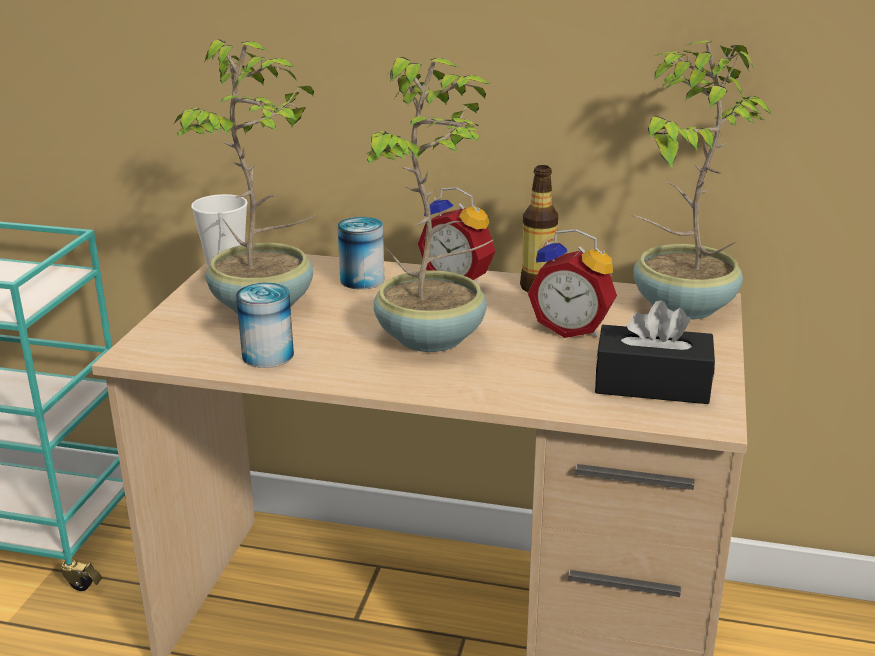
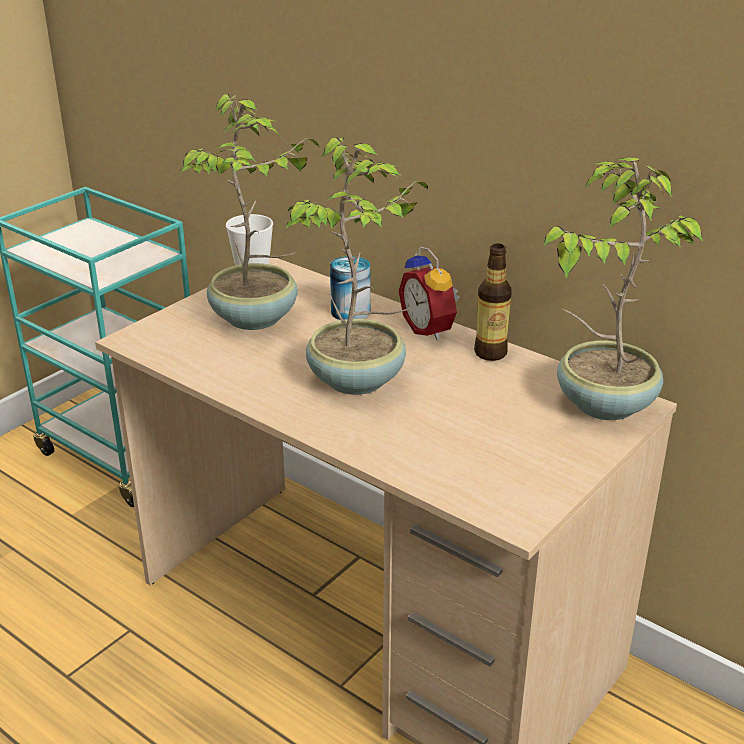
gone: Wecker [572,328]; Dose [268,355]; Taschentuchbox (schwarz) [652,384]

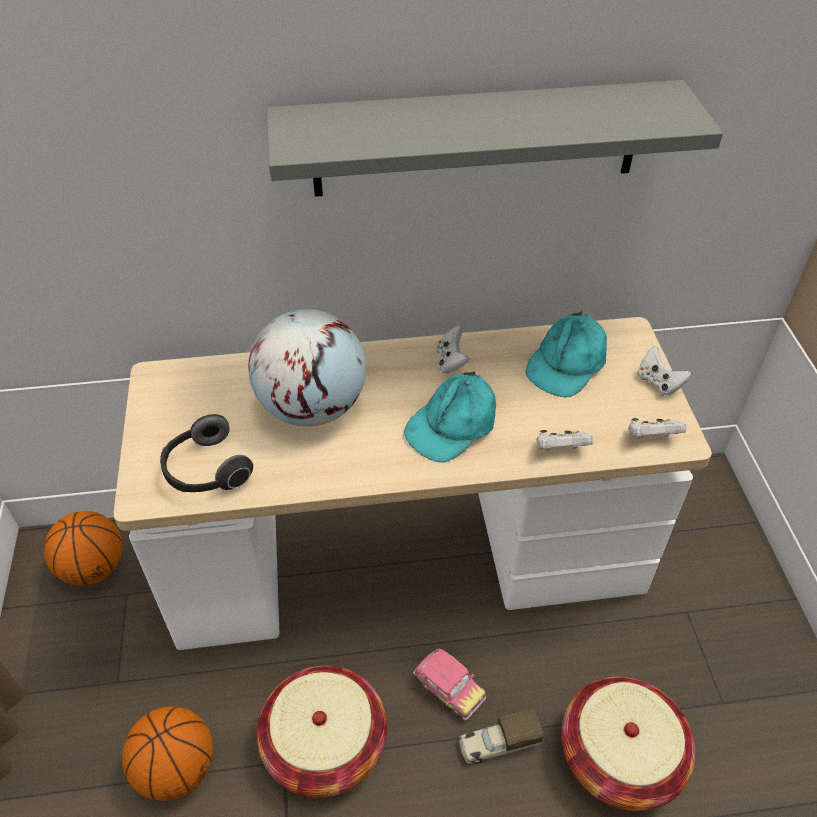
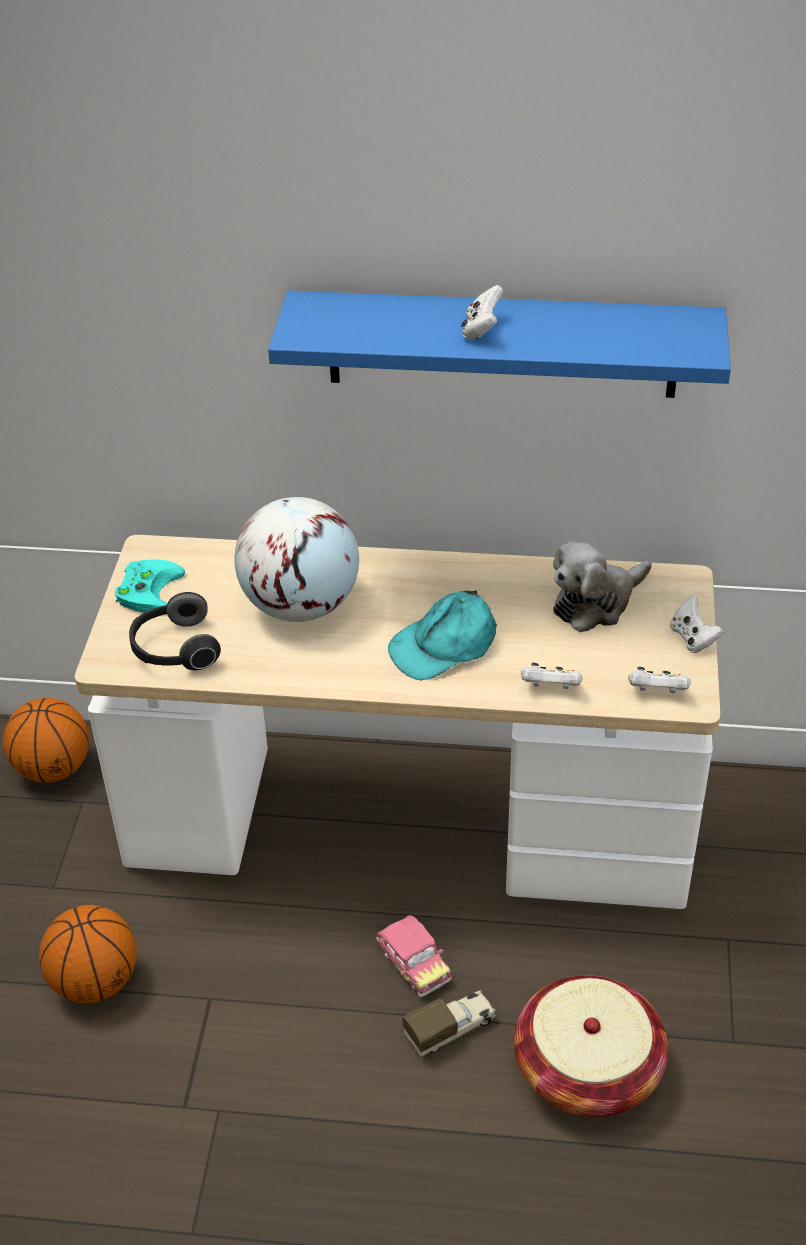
gone: Korb [325,744]
new: Gamepad (türkis) [147,589]
shifted: Gamepad (weiß) [451,361] to [481,330]
swapped: Kappe (türkis) [566,363] to Plüschtier [596,602]
repainted: Wandregal (grau) [476,139] to Wandregal (blau) [502,344]
rotated: Spielzeuglaster [498,743] = [451,1029] 150 degrees clockwise

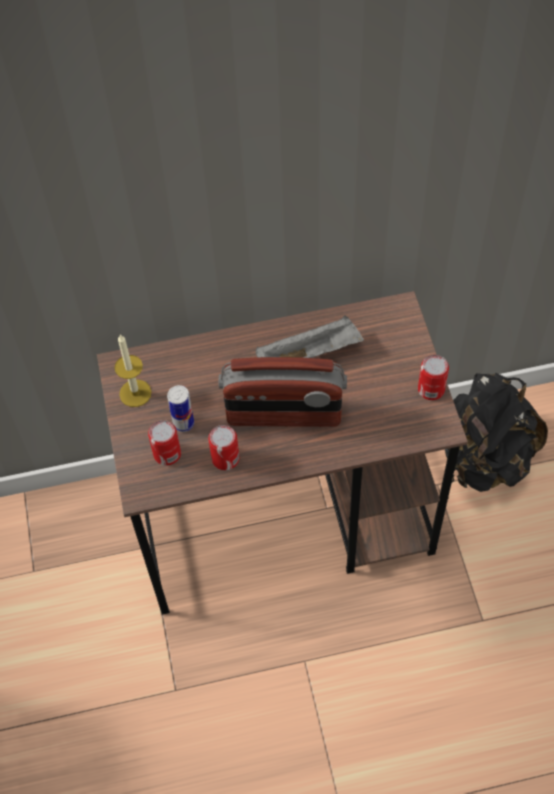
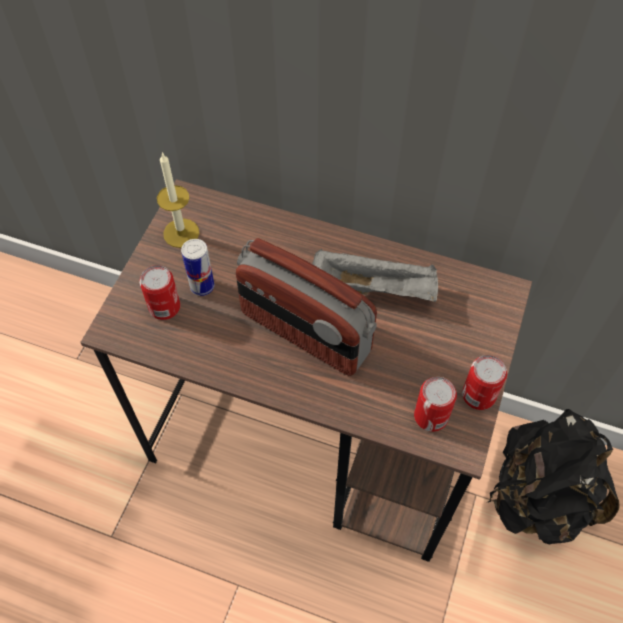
shifted: Dose [225,458] to [431,416]

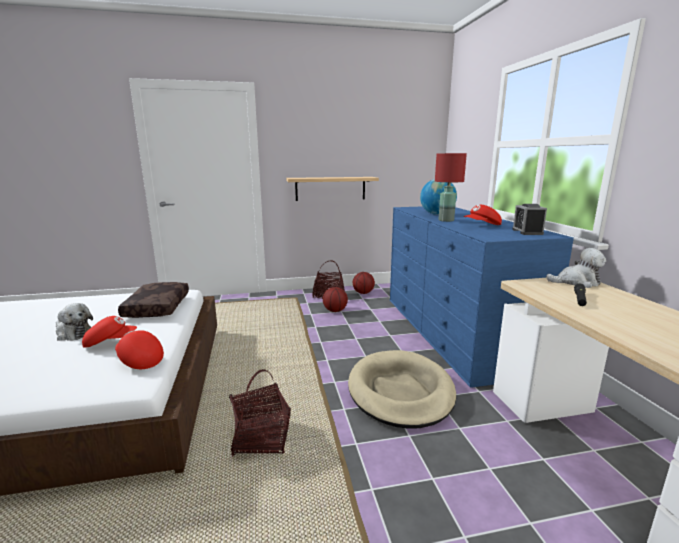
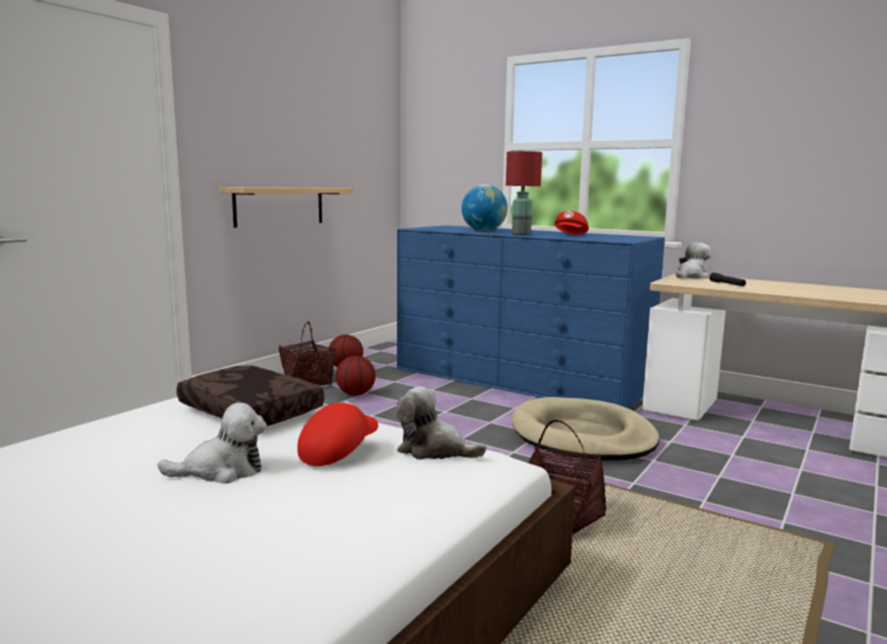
gone: Wecker [527,232]
swapped: Kappe (rot) [139,359] to Plüschtier [434,450]

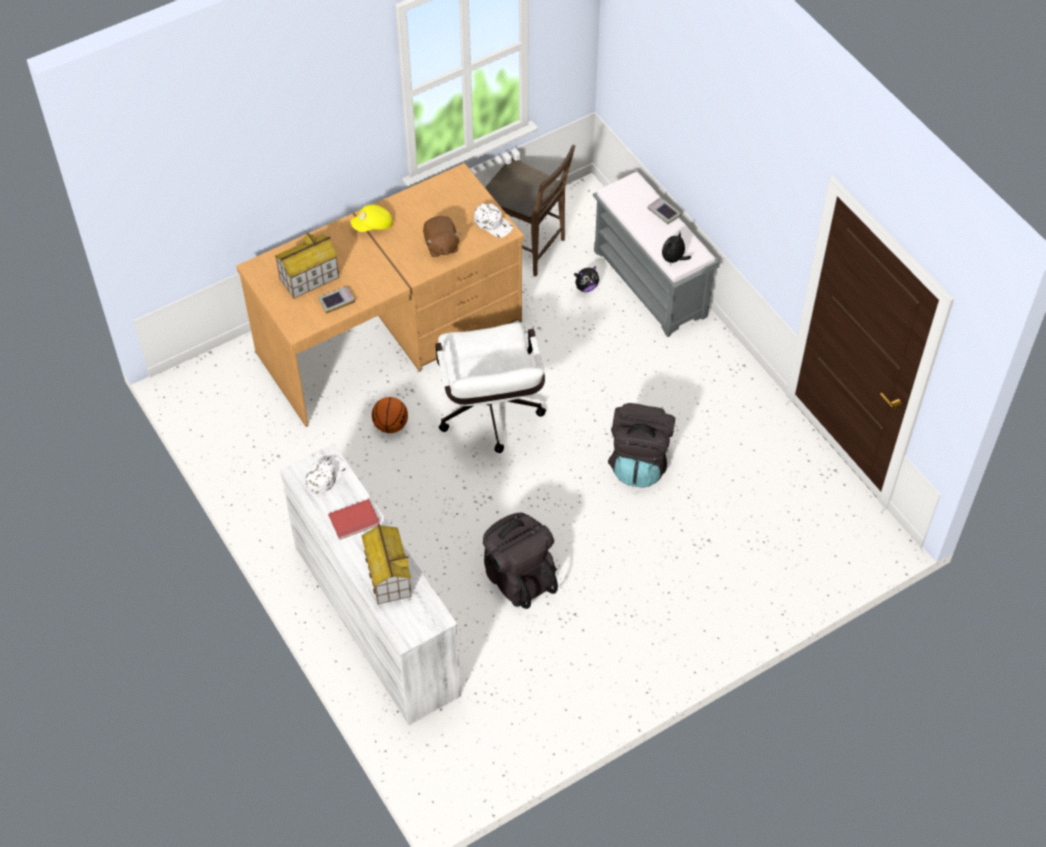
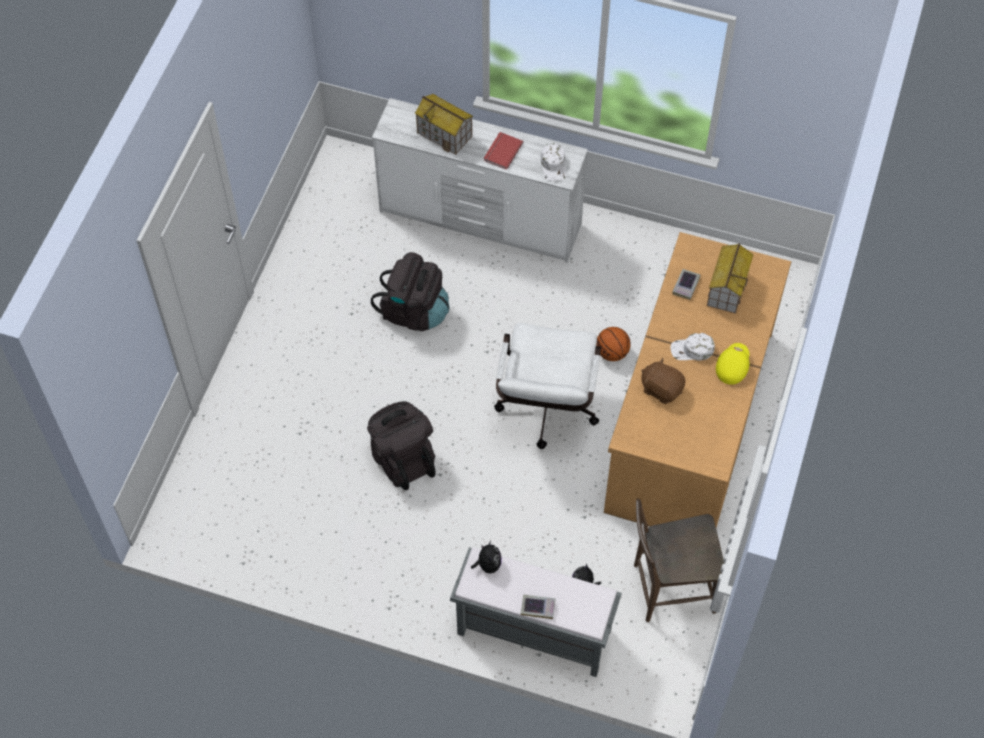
shifted: Kappe (weiß) [493,223] to [692,350]
rotated: Bürostuhl (weiß) [490,418] = [546,411] 120 degrees counterclockwise

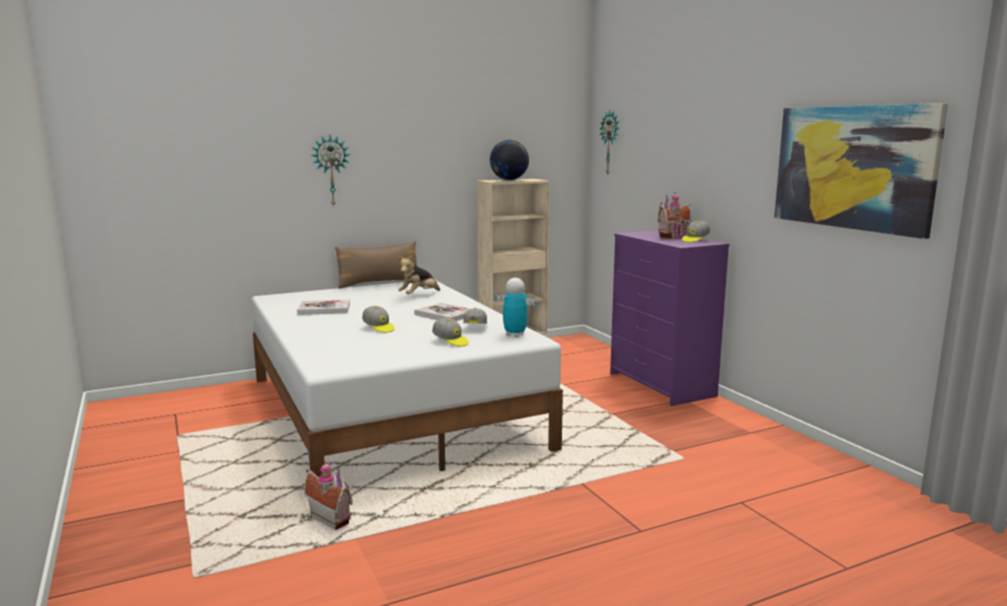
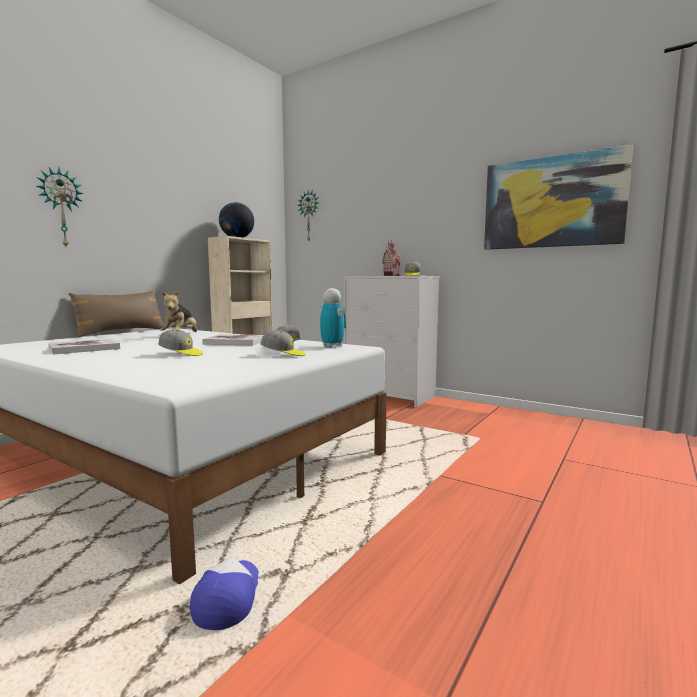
swapped: Spielzeughaus [332,519] to Kappe [228,598]
repainted: Kommode (lila) [662,385] to Kommode (weiß) [390,395]
rotated: Spielzeugroboter [515,334] = [332,346] 60 degrees clockwise

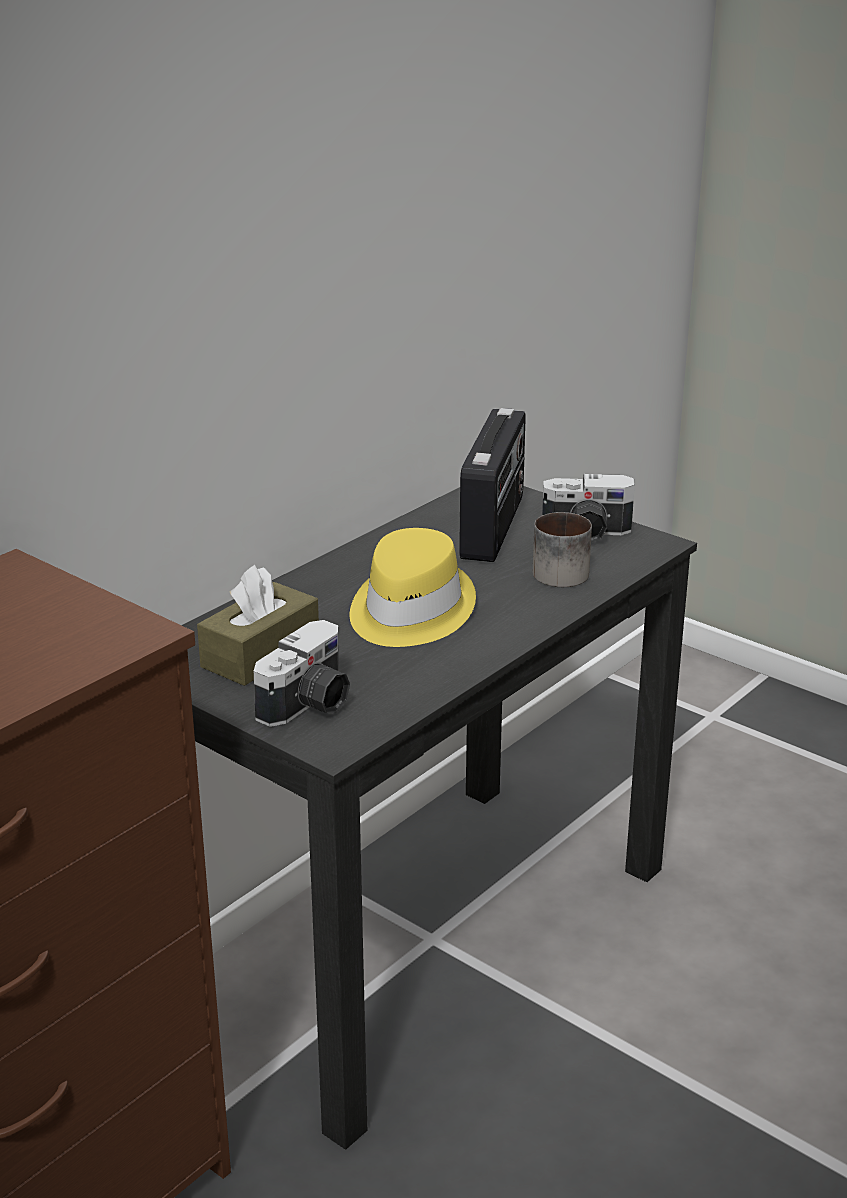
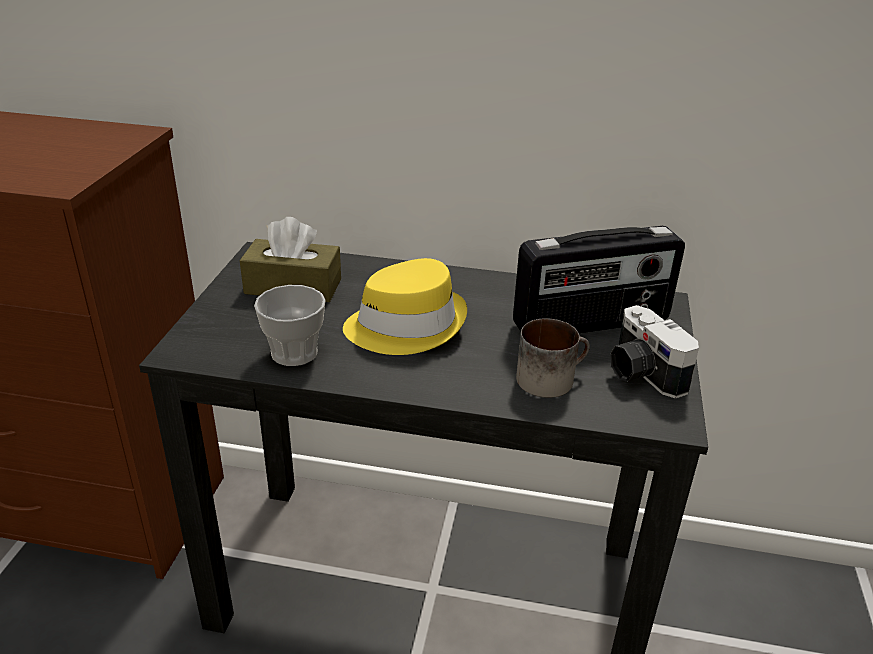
gone: Kamera [310,704]
new: Tasse [294,353]

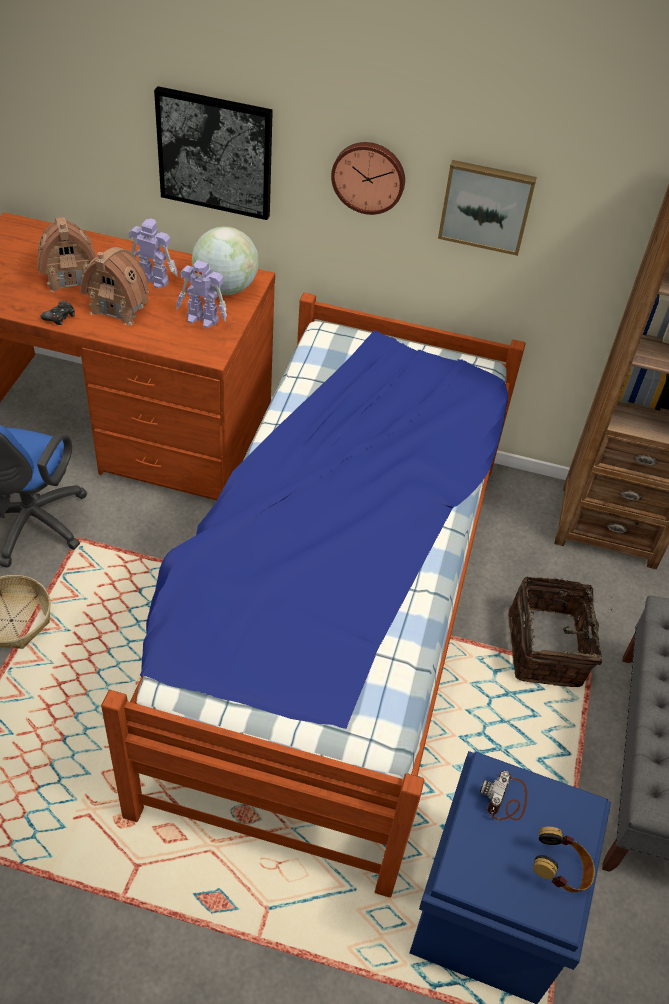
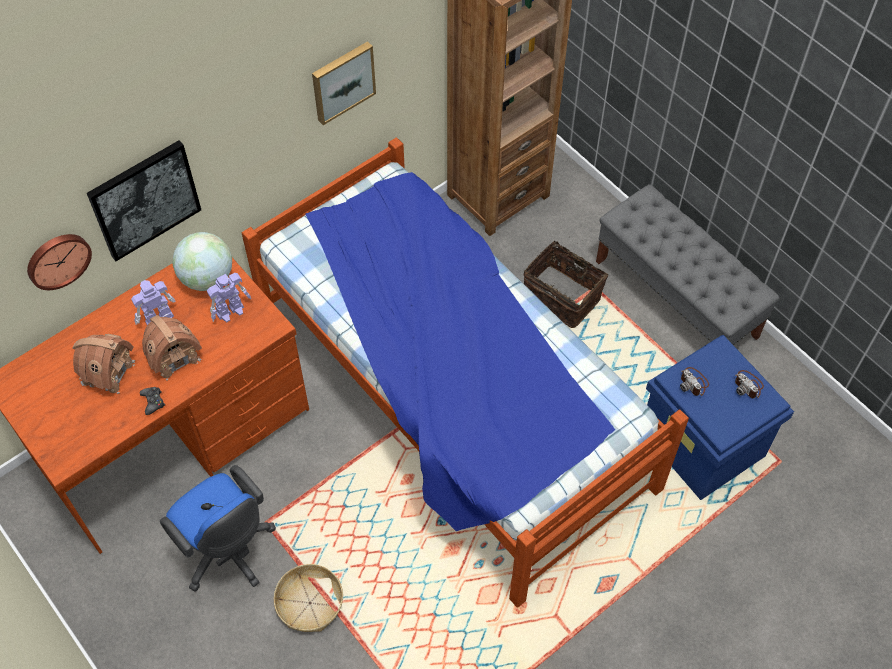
shifted: Wanduhr [369,176] to [57,259]
swapped: Kopfhörer [560,871] to Kamera [748,385]

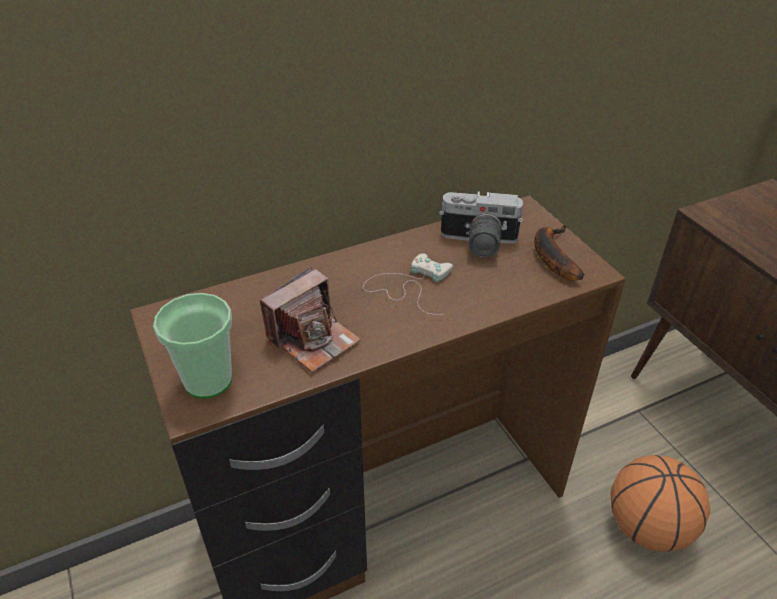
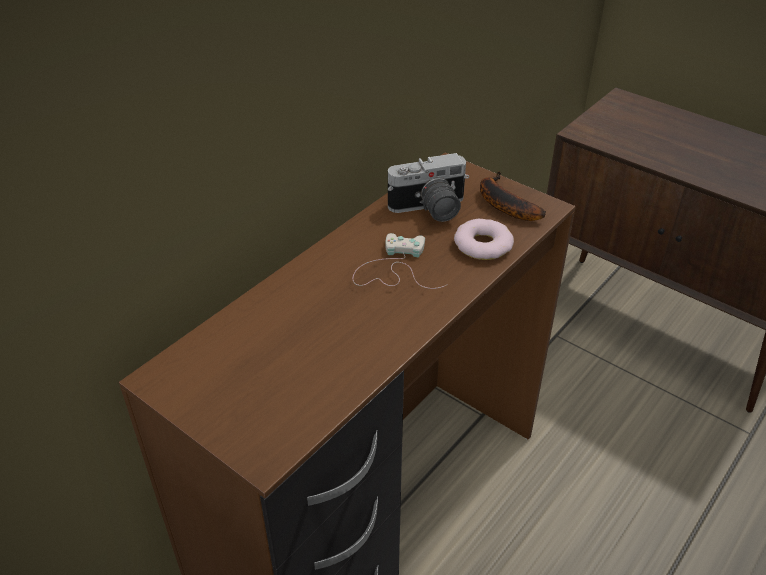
gone: Kamera [313,339]; Tasse [208,380]; Basketball [647,527]
new: Donut [482,244]

